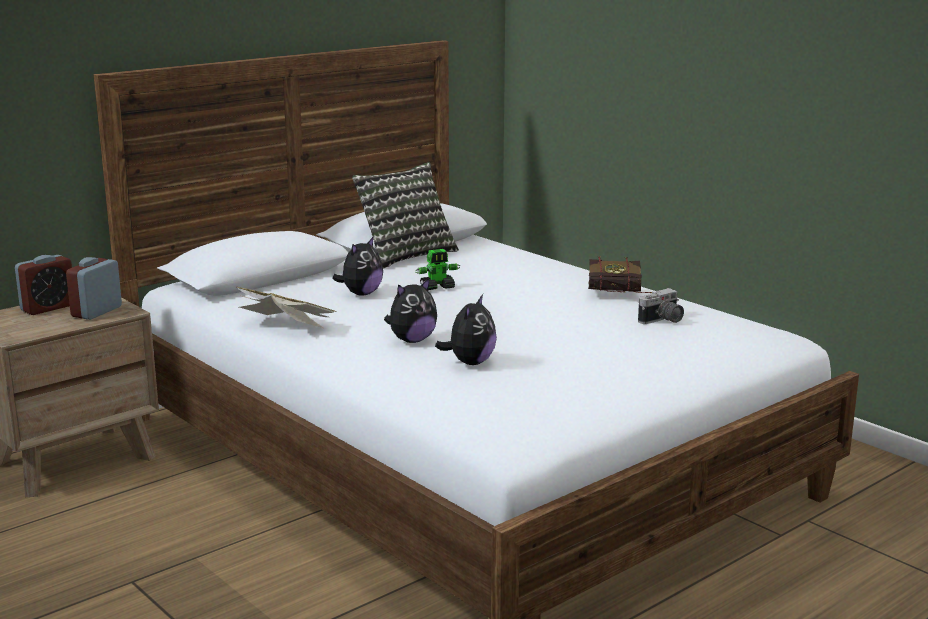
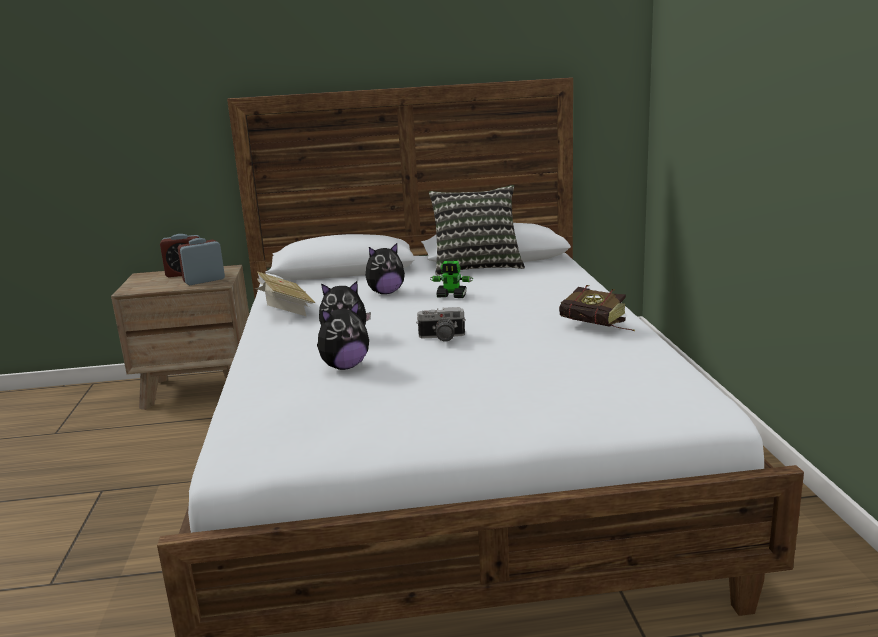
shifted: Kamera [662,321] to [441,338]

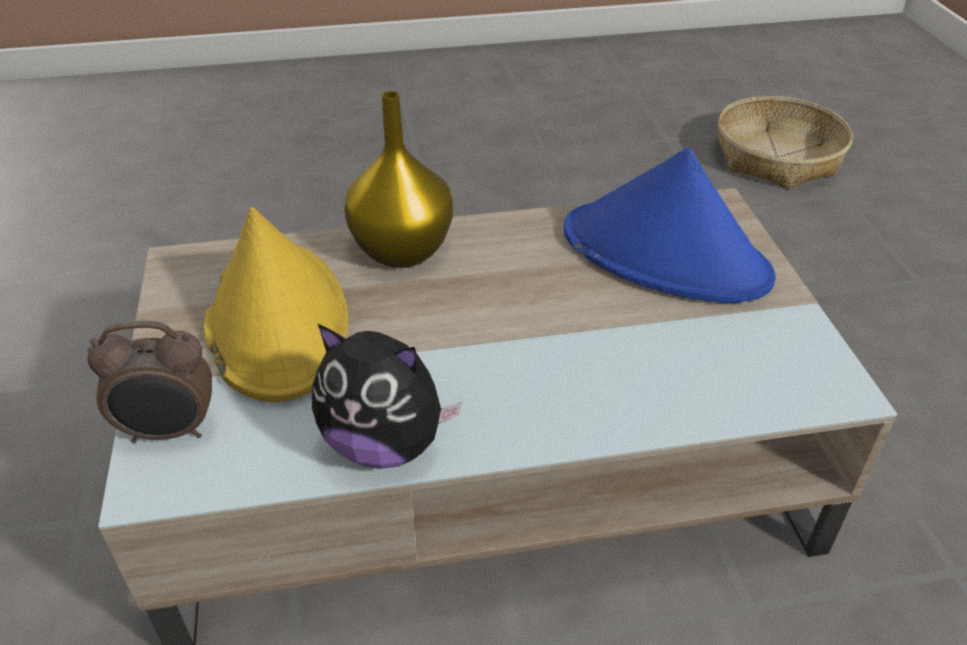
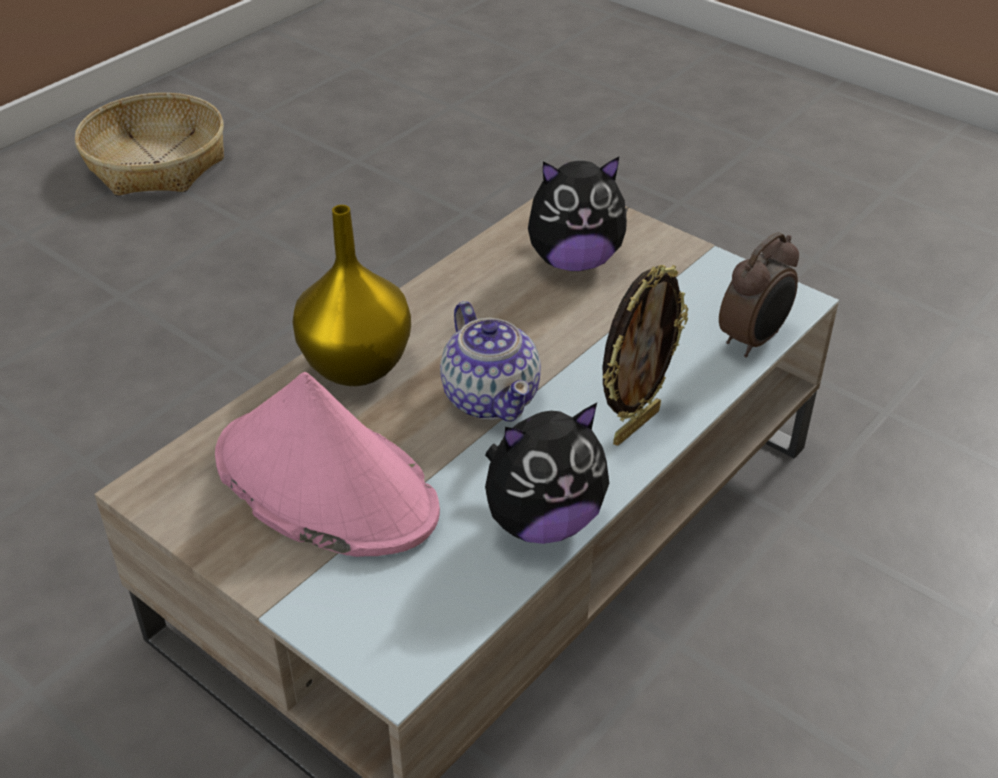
new: Bilderrahmen [634,425]; Teekanne [491,397]
shifted: Korb [776,157] to [155,163]; Wecker [170,431] to [754,340]
swapped: Hut (blau) [666,255] to Plüschtier [574,261]
repainted: Hut (gelb) [276,320] to Hut (rosa) [323,484]

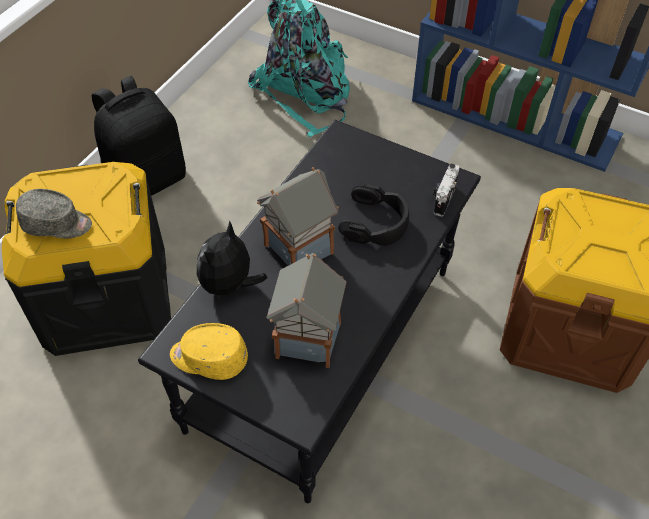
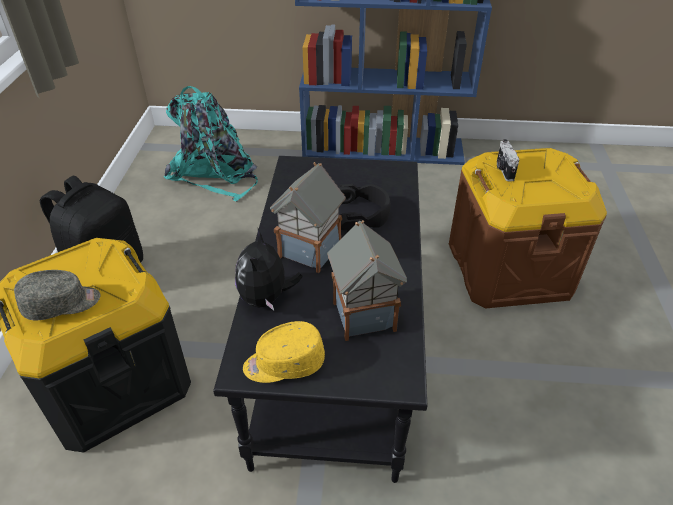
shifted: Kamera [443,198] to [503,170]

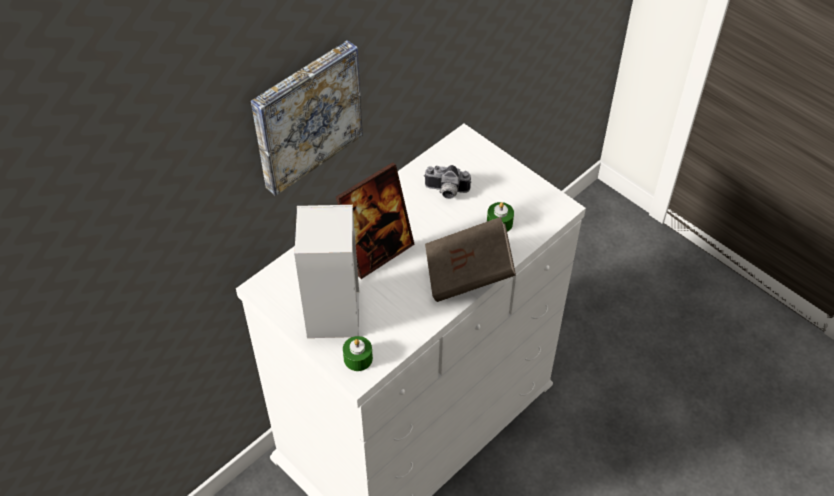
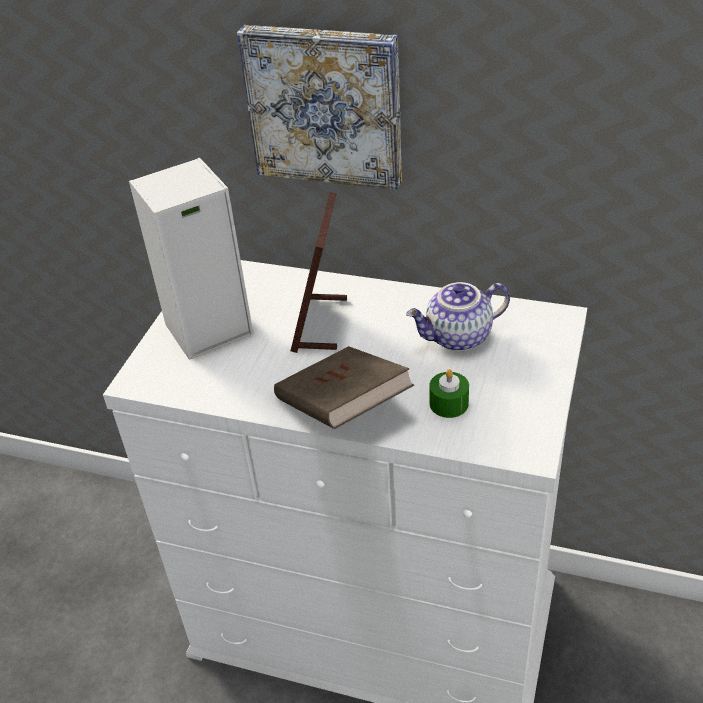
gone: Kerze (grün) [358,358]
swapped: Kamera [446,191] to Teekanne [458,338]
rotated: Bilderrahmen [377,252] = [320,324] 75 degrees clockwise

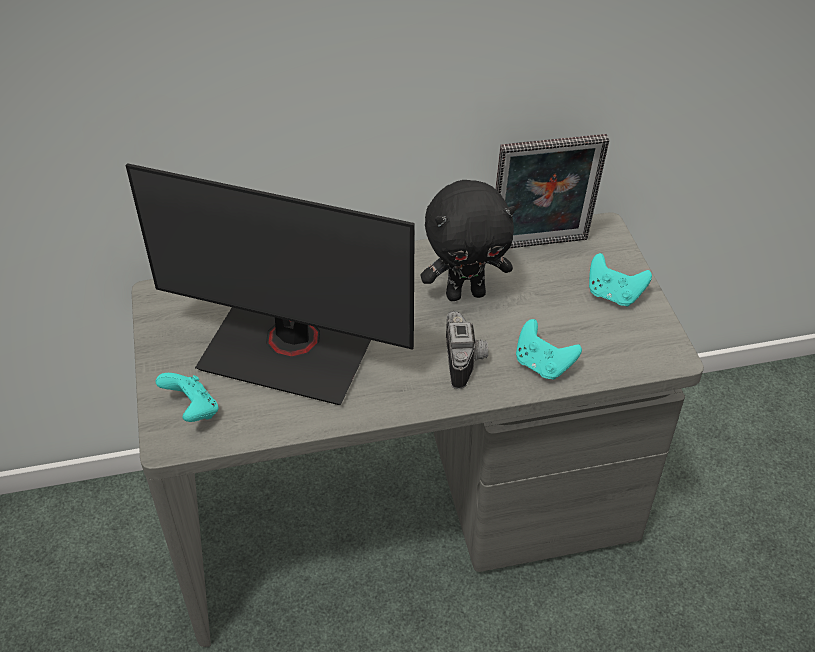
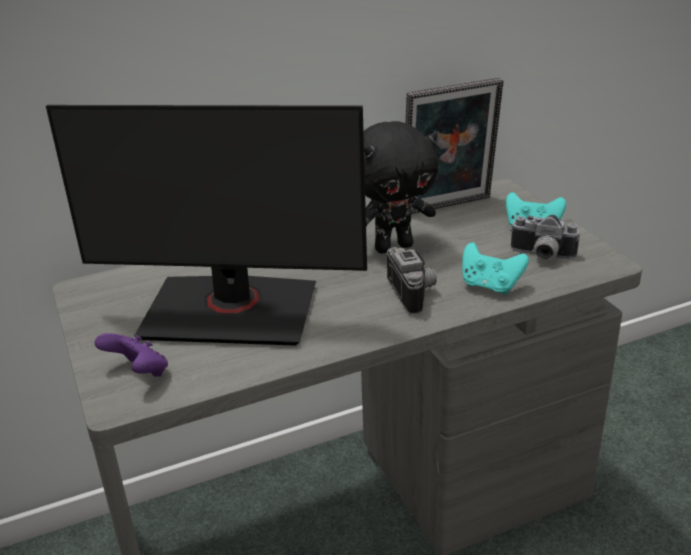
new: Kamera [541,256]
repainted: Gamepad (türkis) [193,410] to Gamepad (lila) [139,373]

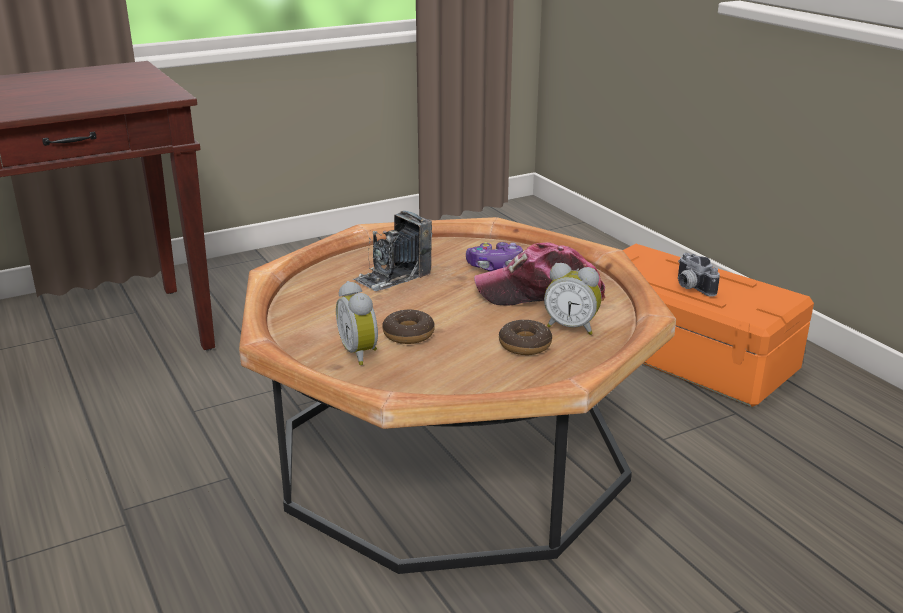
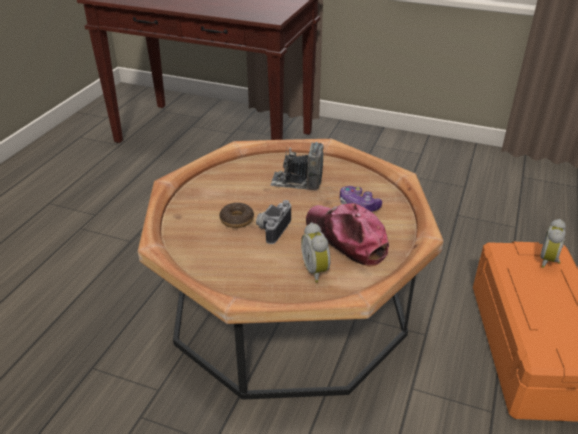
gone: Donut [525,345]
shifted: Kamera [690,287] to [272,228]; Wecker [361,353] to [549,261]

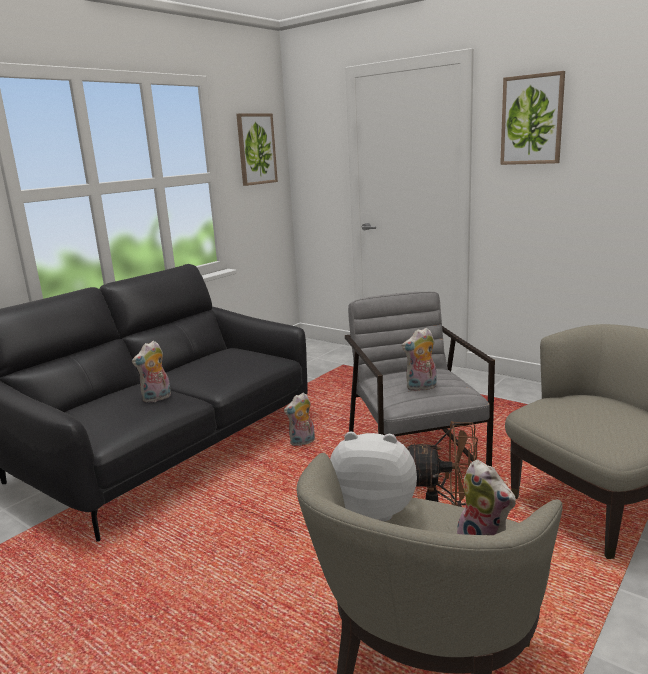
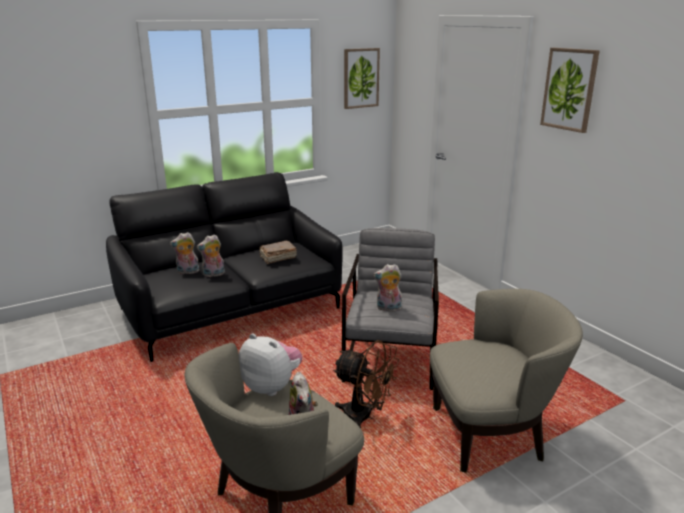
new: Buch (braun) [277,258]
shifted: Plüschtier [302,443] to [187,272]

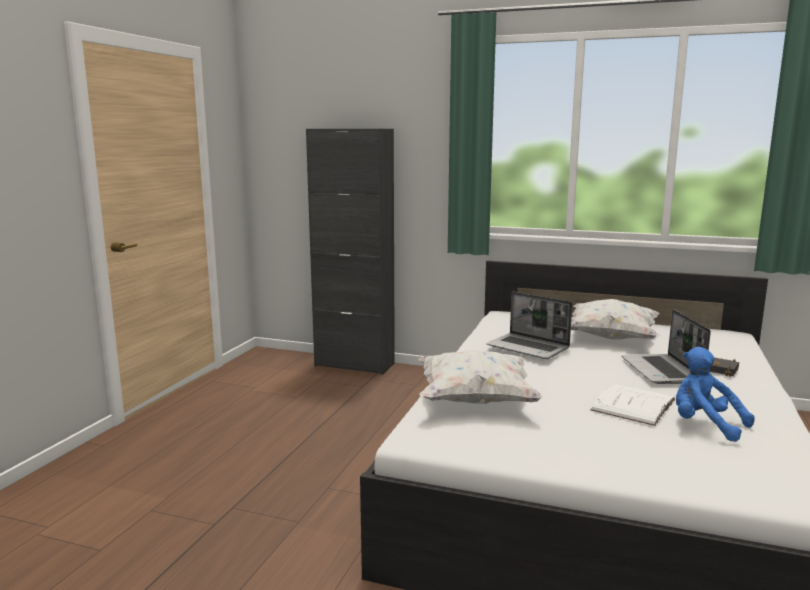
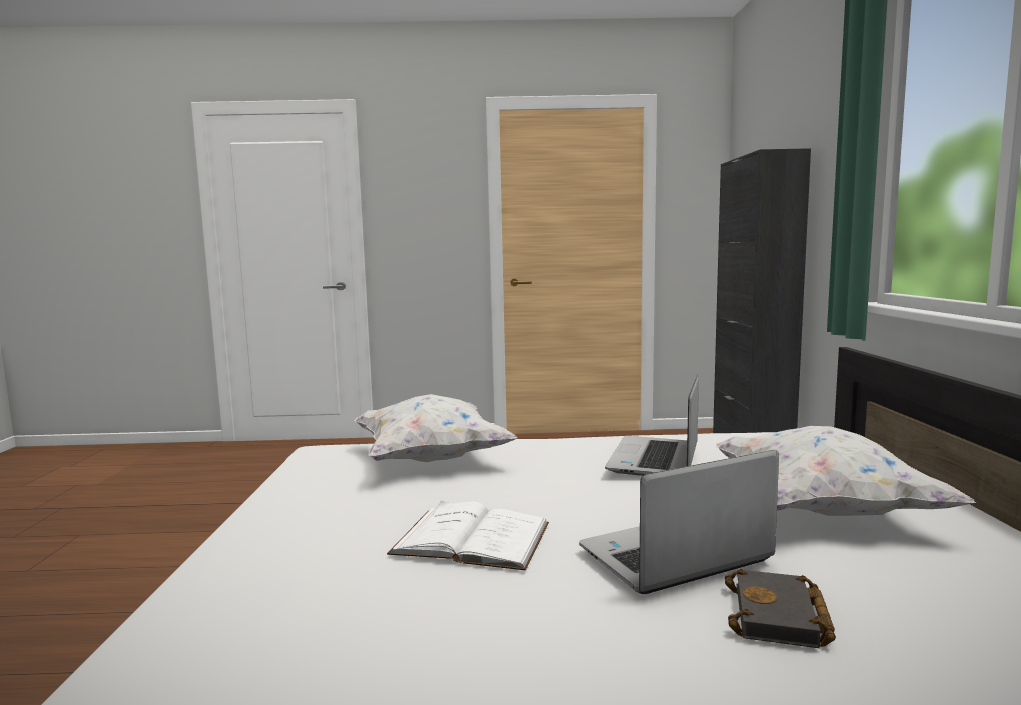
gone: Plüschtier (blau) [704,425]

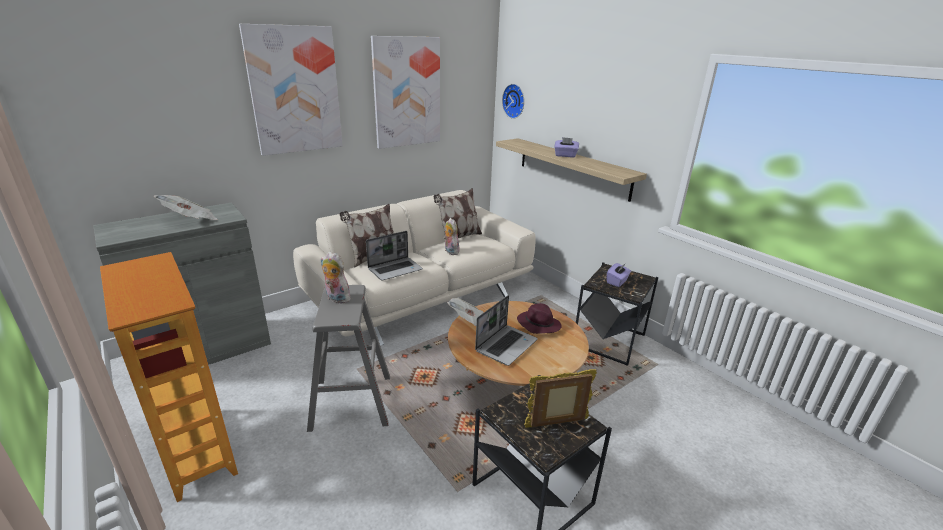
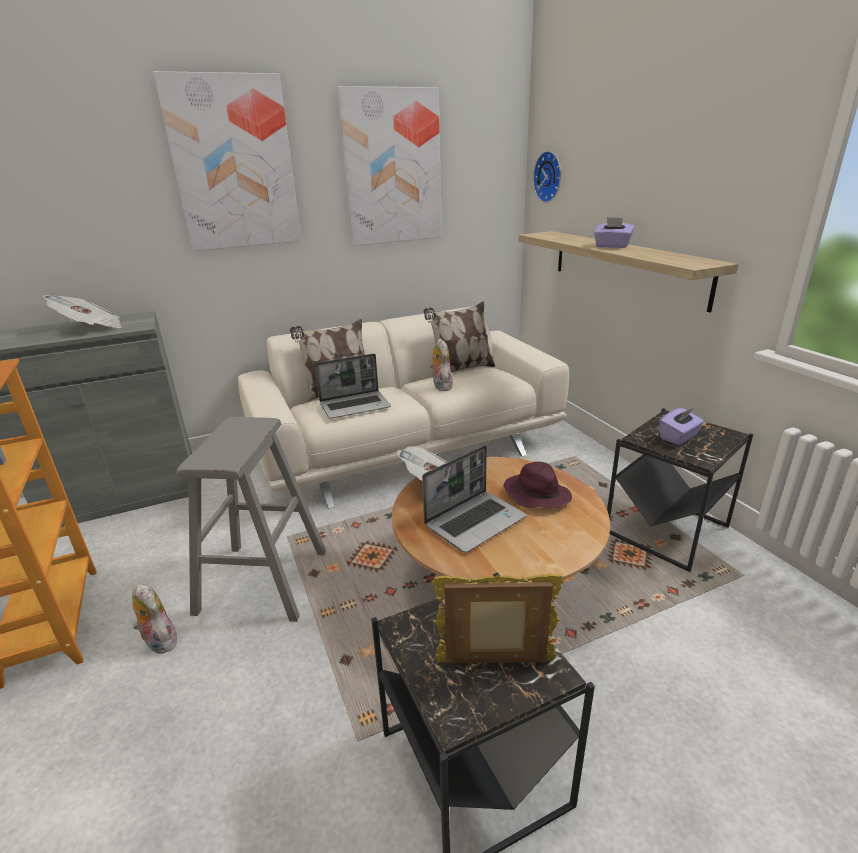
shifted: Plüschtier [336,298] to [158,642]

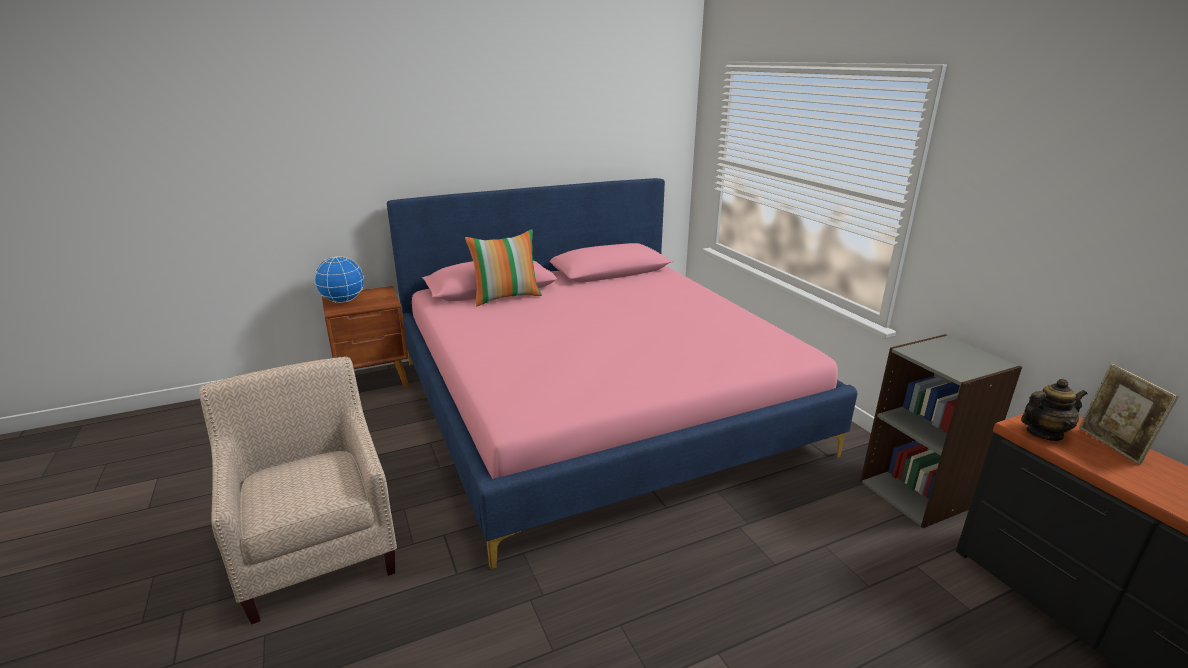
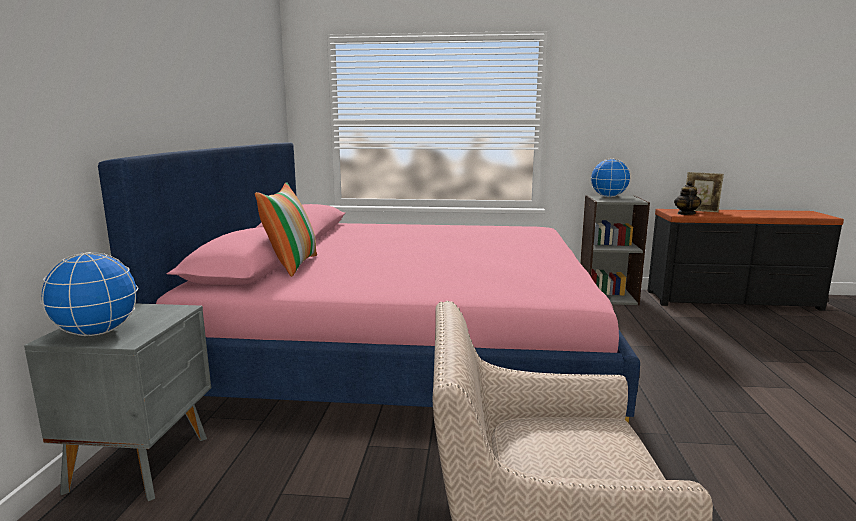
new: Globus [609,197]
repainted: Nachttisch (braun) [375,382] to Nachttisch (grau) [142,462]

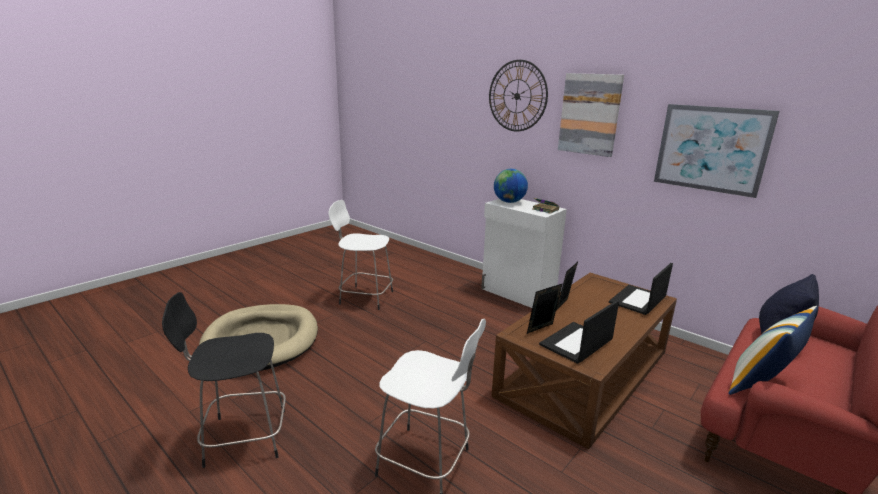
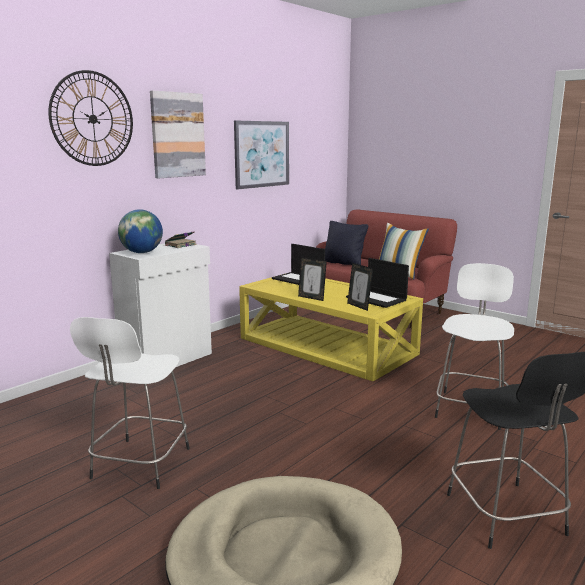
repainted: Couchtisch (braun) [586,373] to Couchtisch (gelb) [327,346]

